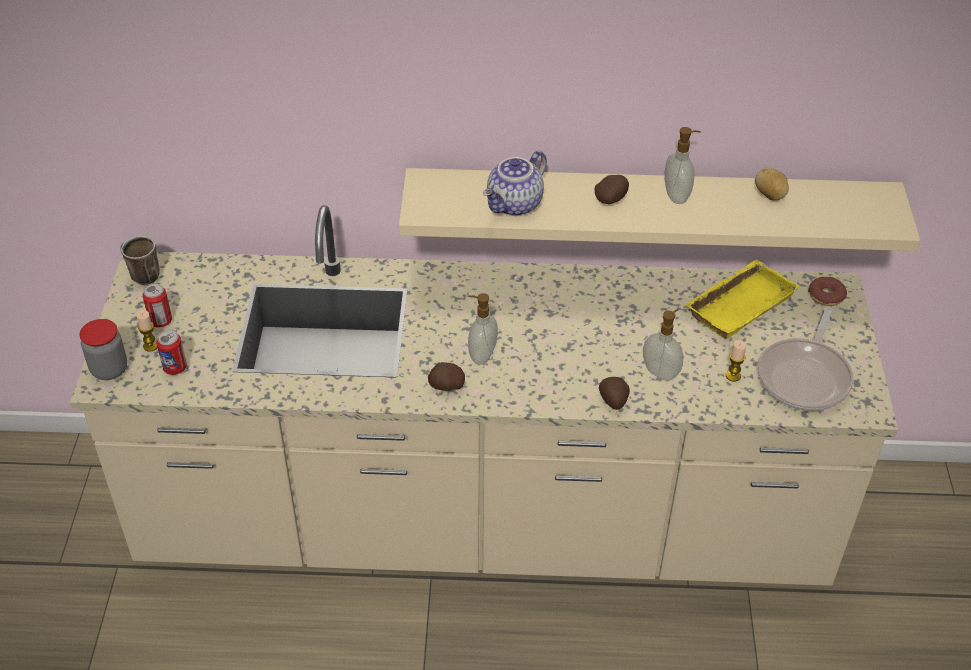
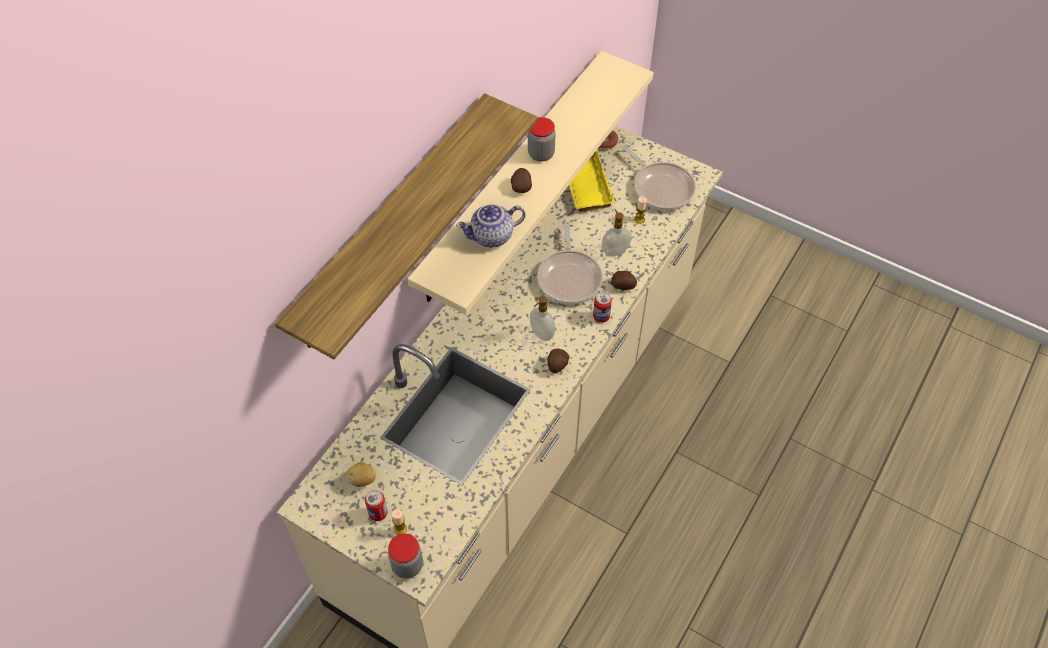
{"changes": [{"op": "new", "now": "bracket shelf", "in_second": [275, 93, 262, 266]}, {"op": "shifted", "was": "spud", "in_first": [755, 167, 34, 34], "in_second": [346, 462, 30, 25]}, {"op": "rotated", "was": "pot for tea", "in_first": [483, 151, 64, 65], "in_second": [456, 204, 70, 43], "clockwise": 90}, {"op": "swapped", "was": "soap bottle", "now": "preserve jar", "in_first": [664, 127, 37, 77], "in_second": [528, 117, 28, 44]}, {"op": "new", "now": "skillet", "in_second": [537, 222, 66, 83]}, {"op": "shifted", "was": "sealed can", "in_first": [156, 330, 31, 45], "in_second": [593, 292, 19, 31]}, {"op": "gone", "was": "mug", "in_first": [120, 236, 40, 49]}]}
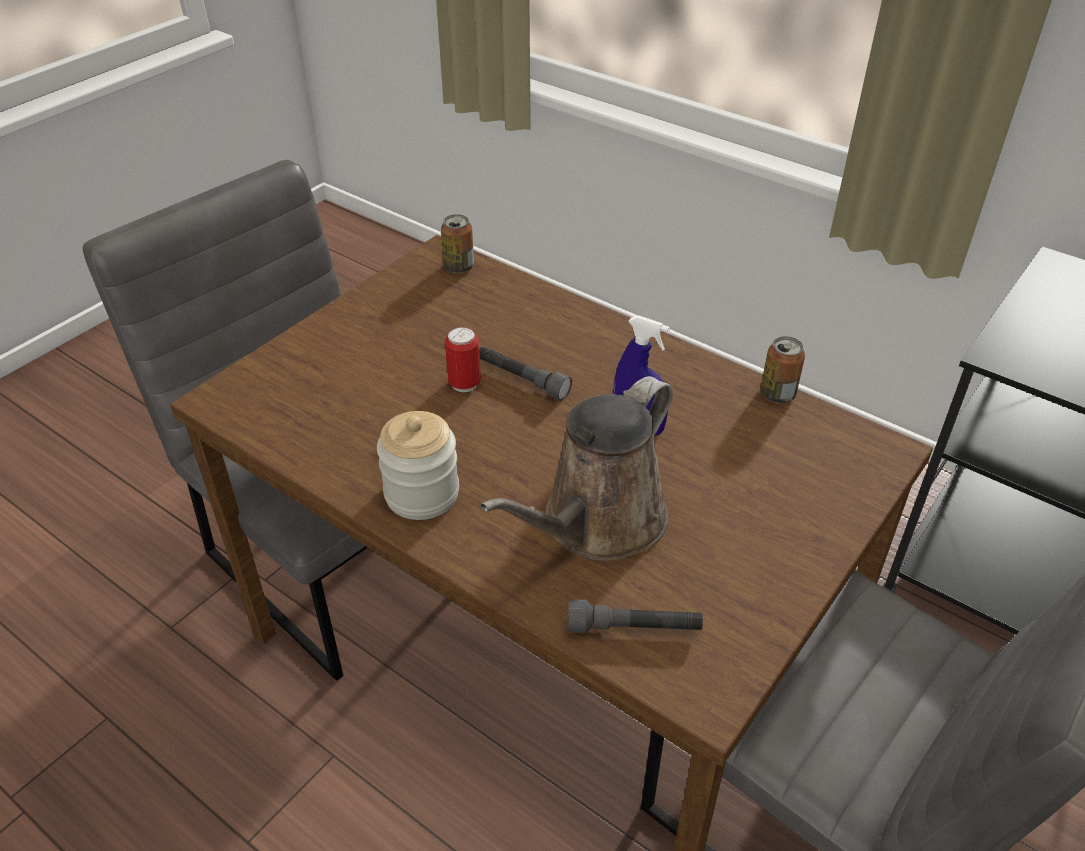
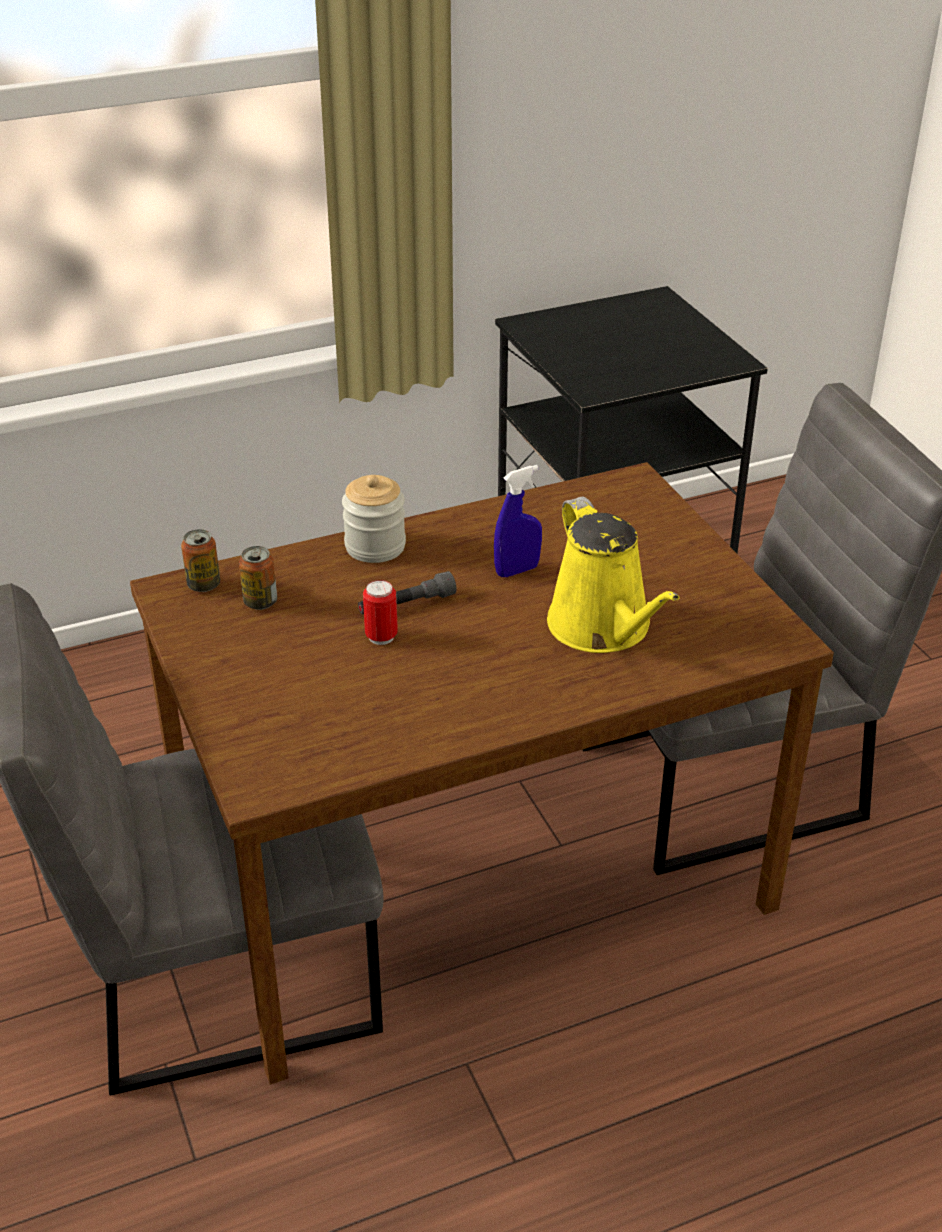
{"changes": [{"op": "shifted", "was": "sealed can", "in_first": [760, 336, 45, 67], "in_second": [239, 546, 38, 64]}, {"op": "shifted", "was": "preserve jar", "in_first": [377, 411, 82, 109], "in_second": [342, 475, 64, 88]}, {"op": "repainted", "was": "brownish sprinkling can", "now": "yellow-coloured sprinkling can", "in_first": [480, 376, 193, 185], "in_second": [547, 497, 133, 156]}, {"op": "gone", "was": "greyish flashlight", "in_first": [568, 600, 135, 33]}]}
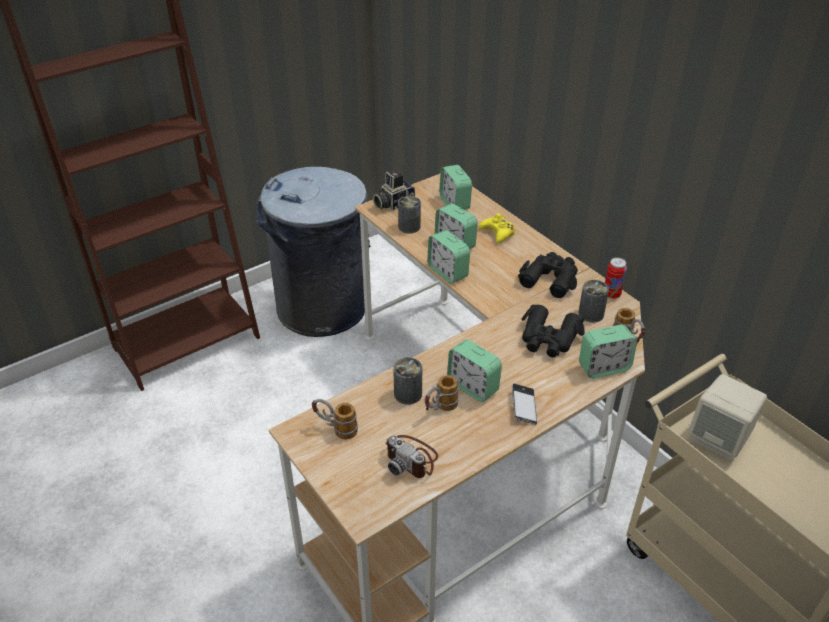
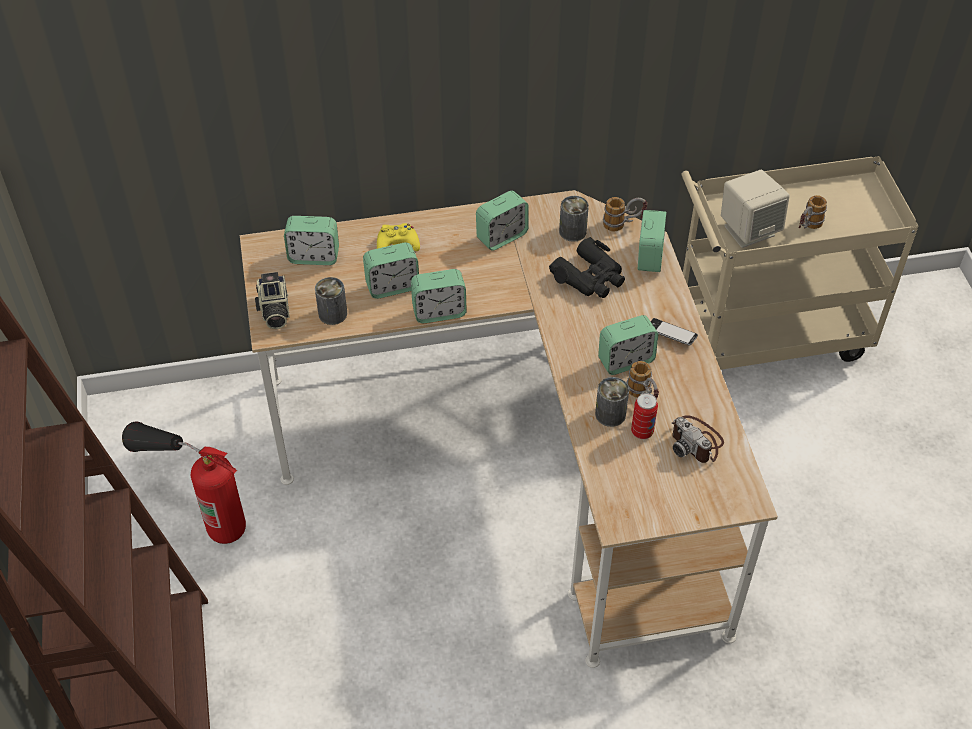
{"changes": [{"op": "swapped", "was": "greyish trash can", "now": "extinguisher", "in_first": [256, 167, 114, 170], "in_second": [122, 422, 124, 122]}, {"op": "swapped", "was": "black-coloured binoculars", "now": "bedside clock", "in_first": [518, 252, 60, 46], "in_second": [476, 191, 53, 60]}, {"op": "shifted", "was": "sealed can", "in_first": [605, 257, 22, 42], "in_second": [631, 393, 27, 46]}, {"op": "rotated", "was": "still camera", "in_first": [386, 435, 52, 43], "in_second": [671, 415, 53, 48], "clockwise": 75}, {"op": "shifted", "was": "mug", "in_first": [312, 399, 46, 41], "in_second": [798, 195, 29, 34]}]}
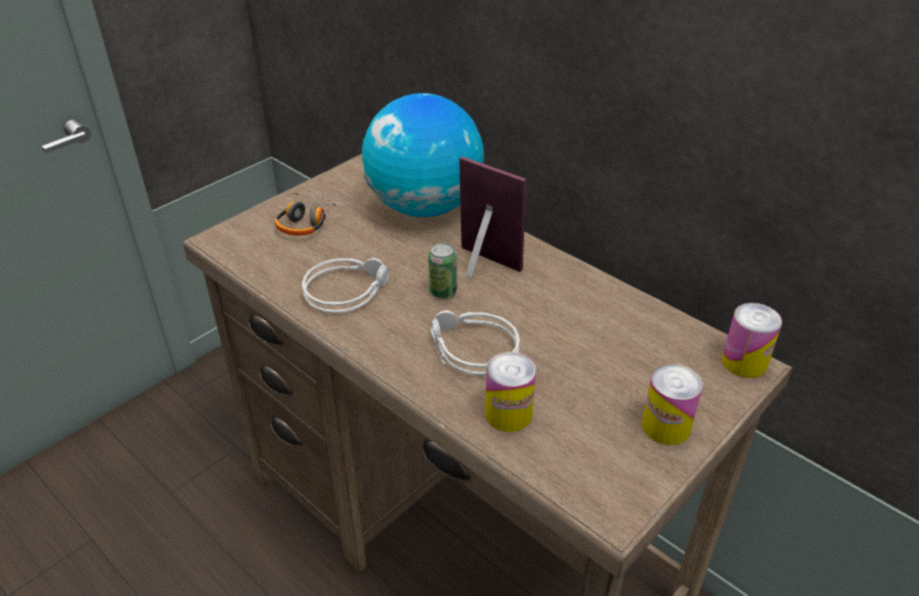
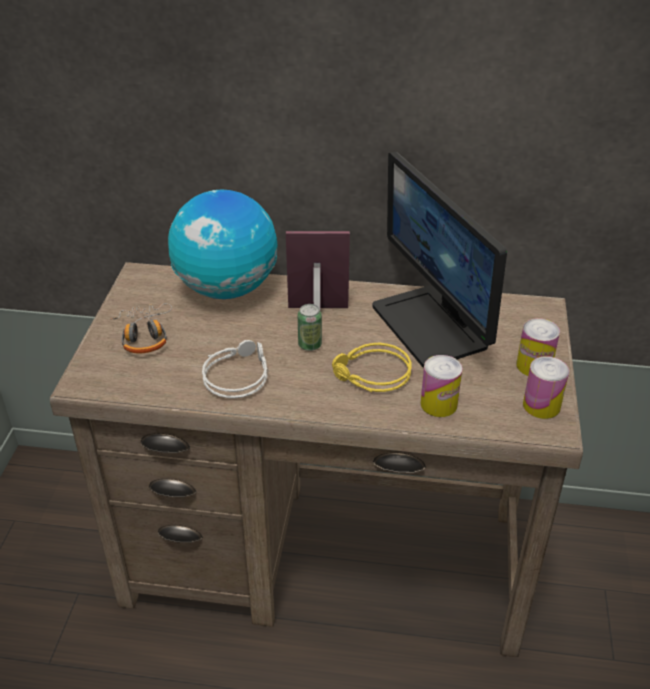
{"changes": [{"op": "repainted", "was": "greyish headset", "now": "yellow-coloured headset", "in_first": [431, 310, 89, 65], "in_second": [332, 342, 80, 50]}, {"op": "new", "now": "computer display", "in_second": [372, 151, 135, 217]}, {"op": "shifted", "was": "sealed can", "in_first": [722, 303, 60, 75], "in_second": [523, 356, 46, 63]}]}
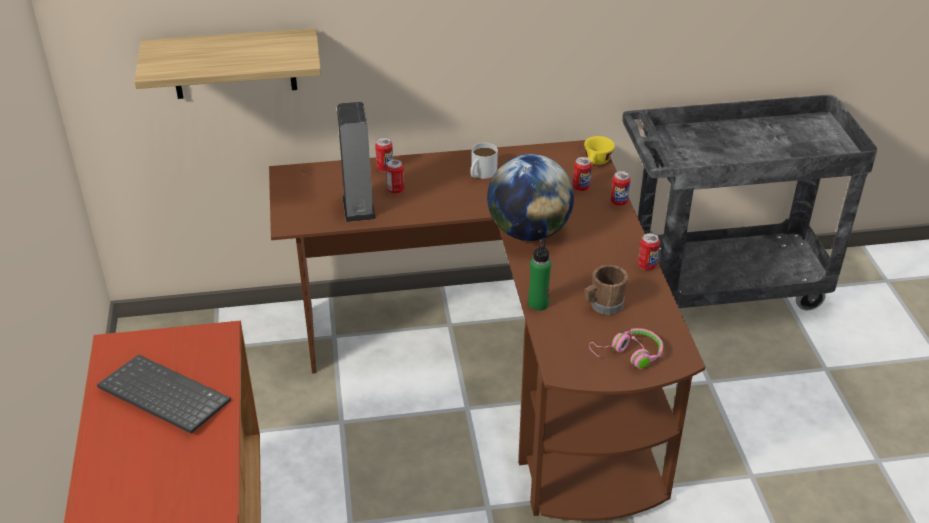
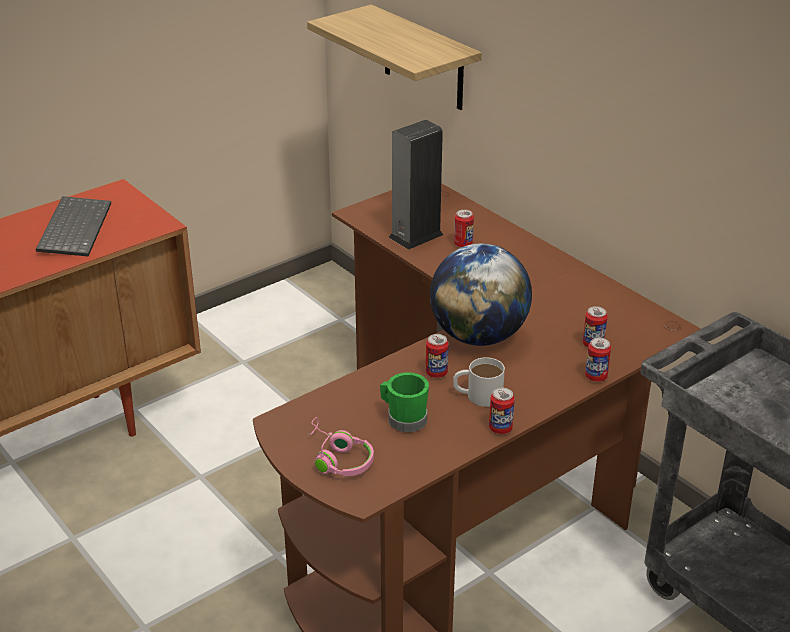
{"changes": [{"op": "repainted", "was": "brownish mug", "now": "green mug", "in_first": [585, 265, 43, 50], "in_second": [380, 373, 49, 59]}, {"op": "shifted", "was": "sealed can", "in_first": [375, 138, 18, 34], "in_second": [426, 334, 23, 44]}, {"op": "shifted", "was": "white-coloured mug", "in_first": [471, 143, 27, 36], "in_second": [453, 357, 52, 50]}, {"op": "gone", "was": "green beverage bottle", "in_first": [528, 238, 23, 73]}, {"op": "gone", "was": "yellow-coloured cup", "in_first": [584, 136, 31, 29]}]}
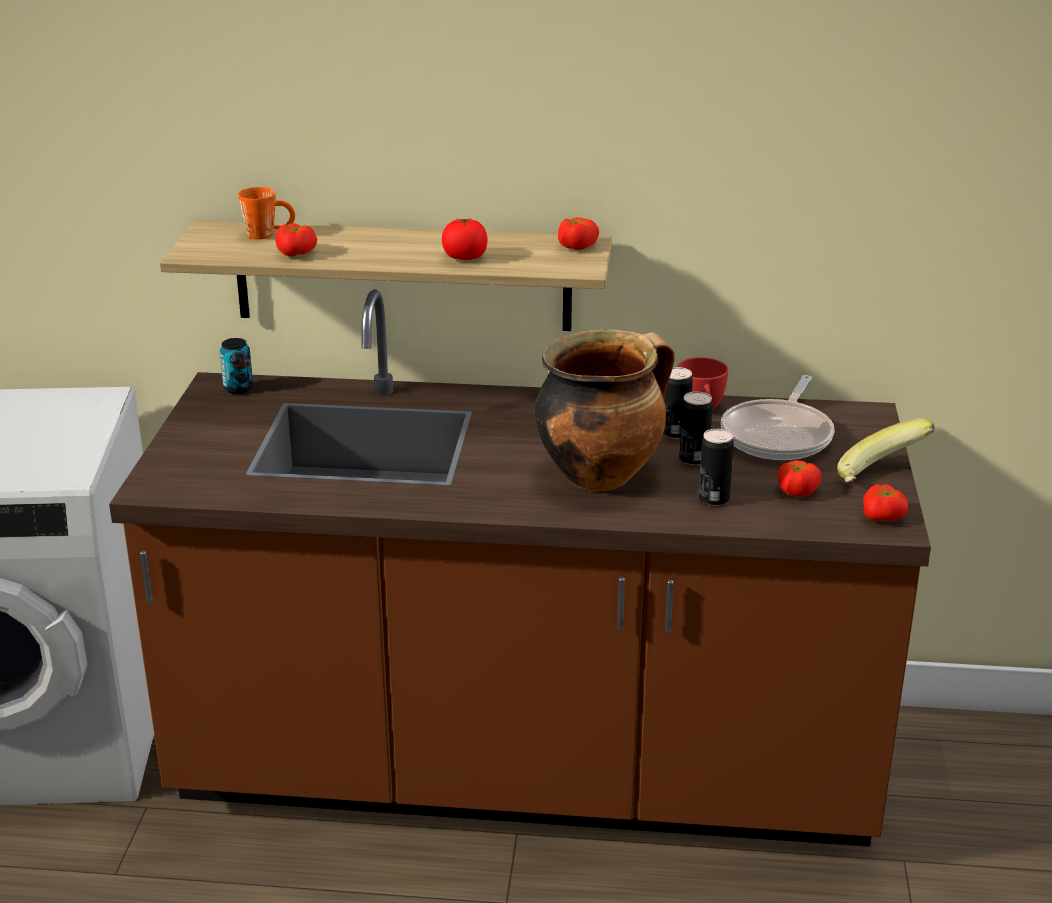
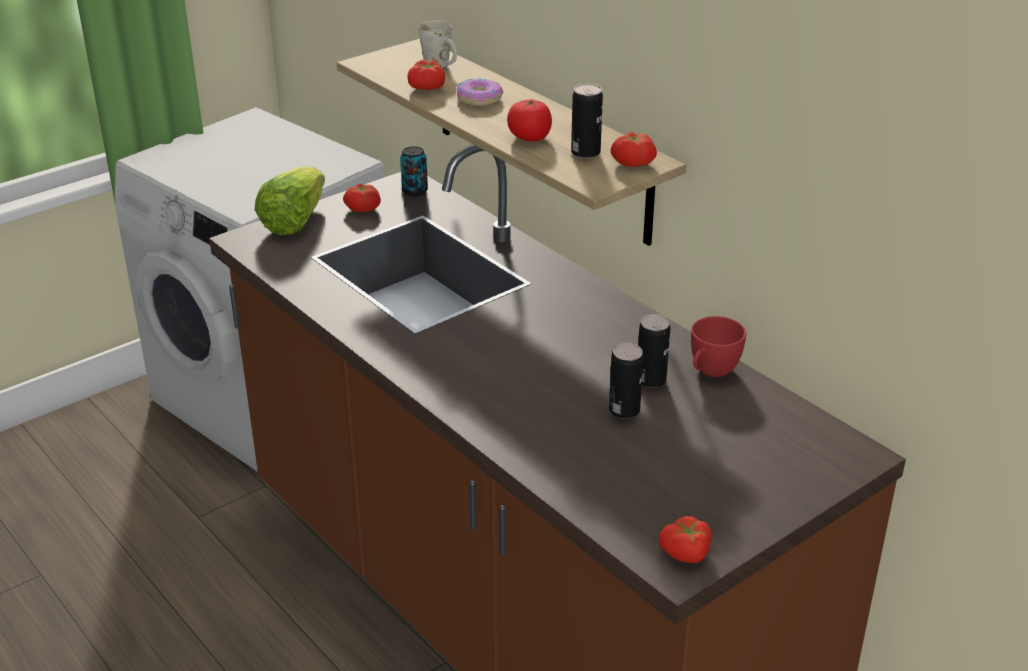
{"changes": [{"op": "new", "now": "lettuce head", "in_second": [255, 166, 70, 69]}, {"op": "shifted", "was": "whole tomato", "in_first": [778, 460, 43, 37], "in_second": [343, 183, 38, 29]}, {"op": "repainted", "was": "orange-coloured mug", "now": "white-coloured mug", "in_first": [238, 187, 57, 52], "in_second": [418, 20, 39, 48]}, {"op": "new", "now": "donut", "in_second": [456, 78, 47, 28]}, {"op": "shifted", "was": "sealed can", "in_first": [699, 429, 35, 77], "in_second": [571, 83, 32, 75]}, {"op": "gone", "was": "saucepot", "in_first": [535, 329, 140, 162]}, {"op": "gone", "was": "skillet", "in_first": [721, 375, 113, 85]}, {"op": "gone", "was": "banana fruit", "in_first": [837, 418, 98, 64]}]}
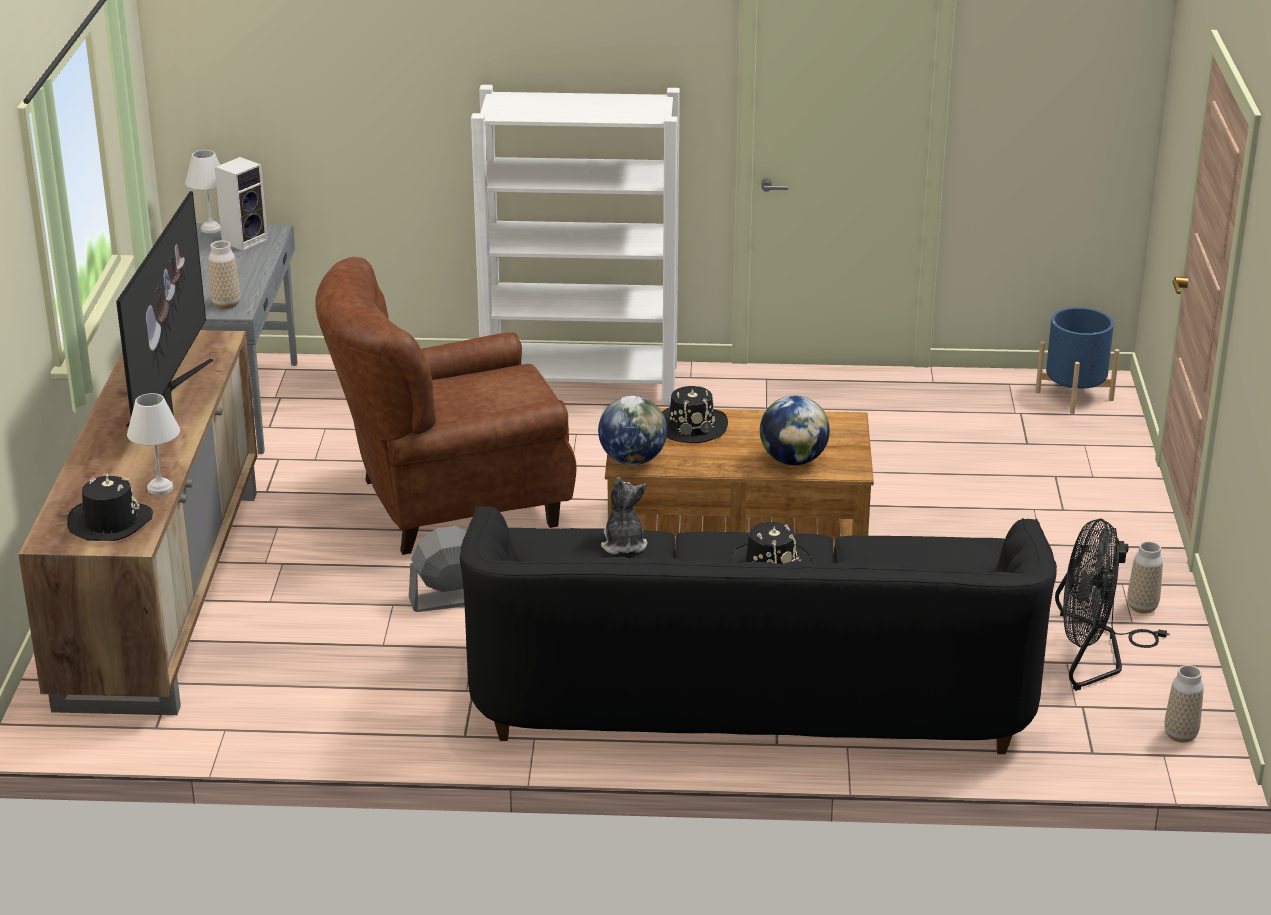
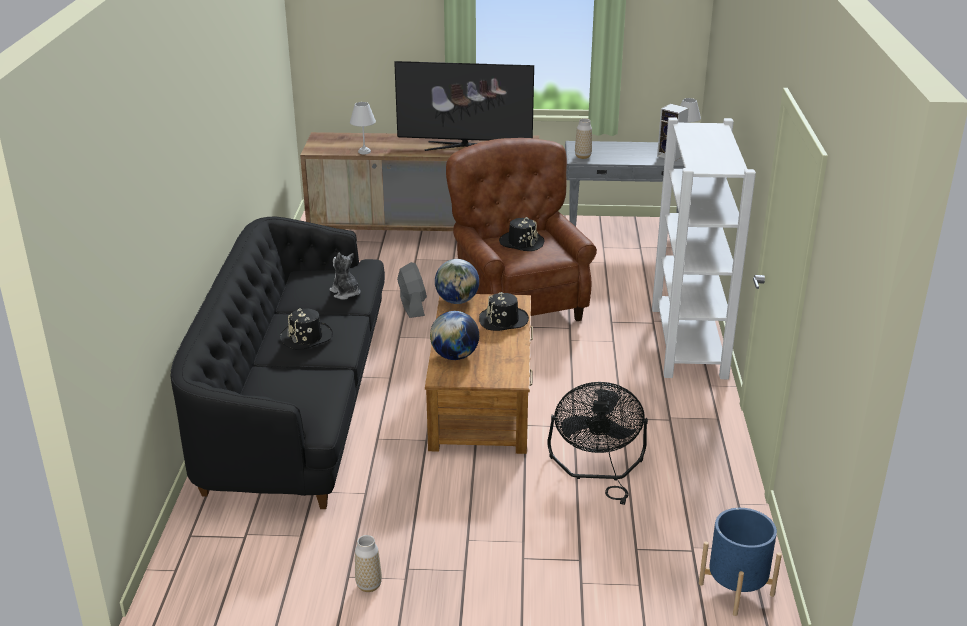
{"changes": [{"op": "rotated", "was": "cuddly toy", "in_first": [601, 477, 46, 77], "in_second": [329, 253, 31, 47], "clockwise": -120}, {"op": "shifted", "was": "black-coloured clothing hat", "in_first": [67, 474, 86, 67], "in_second": [499, 217, 45, 34]}, {"op": "shifted", "was": "black-coloured electric fan", "in_first": [1055, 519, 115, 172], "in_second": [547, 382, 101, 123]}, {"op": "gone", "was": "decorative vase", "in_first": [1164, 665, 40, 78]}]}
